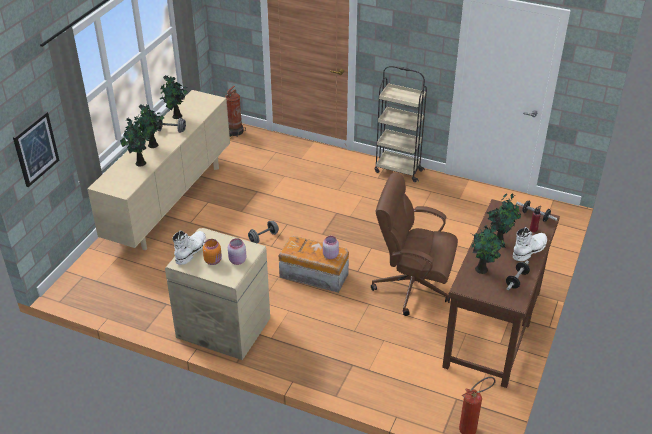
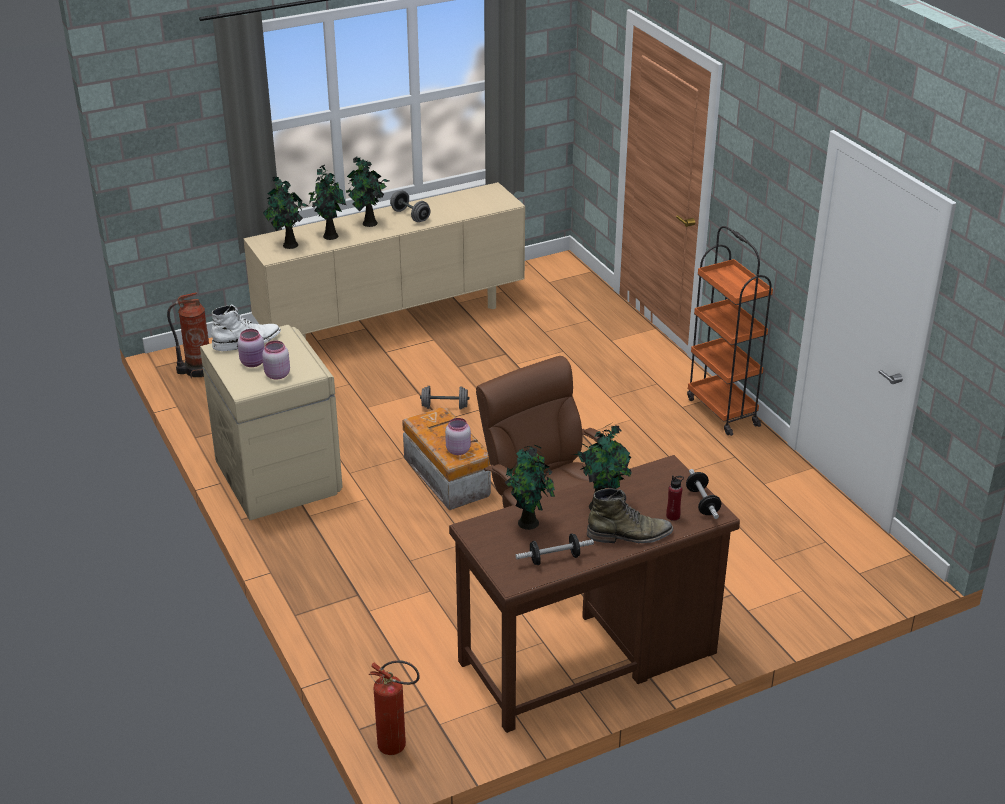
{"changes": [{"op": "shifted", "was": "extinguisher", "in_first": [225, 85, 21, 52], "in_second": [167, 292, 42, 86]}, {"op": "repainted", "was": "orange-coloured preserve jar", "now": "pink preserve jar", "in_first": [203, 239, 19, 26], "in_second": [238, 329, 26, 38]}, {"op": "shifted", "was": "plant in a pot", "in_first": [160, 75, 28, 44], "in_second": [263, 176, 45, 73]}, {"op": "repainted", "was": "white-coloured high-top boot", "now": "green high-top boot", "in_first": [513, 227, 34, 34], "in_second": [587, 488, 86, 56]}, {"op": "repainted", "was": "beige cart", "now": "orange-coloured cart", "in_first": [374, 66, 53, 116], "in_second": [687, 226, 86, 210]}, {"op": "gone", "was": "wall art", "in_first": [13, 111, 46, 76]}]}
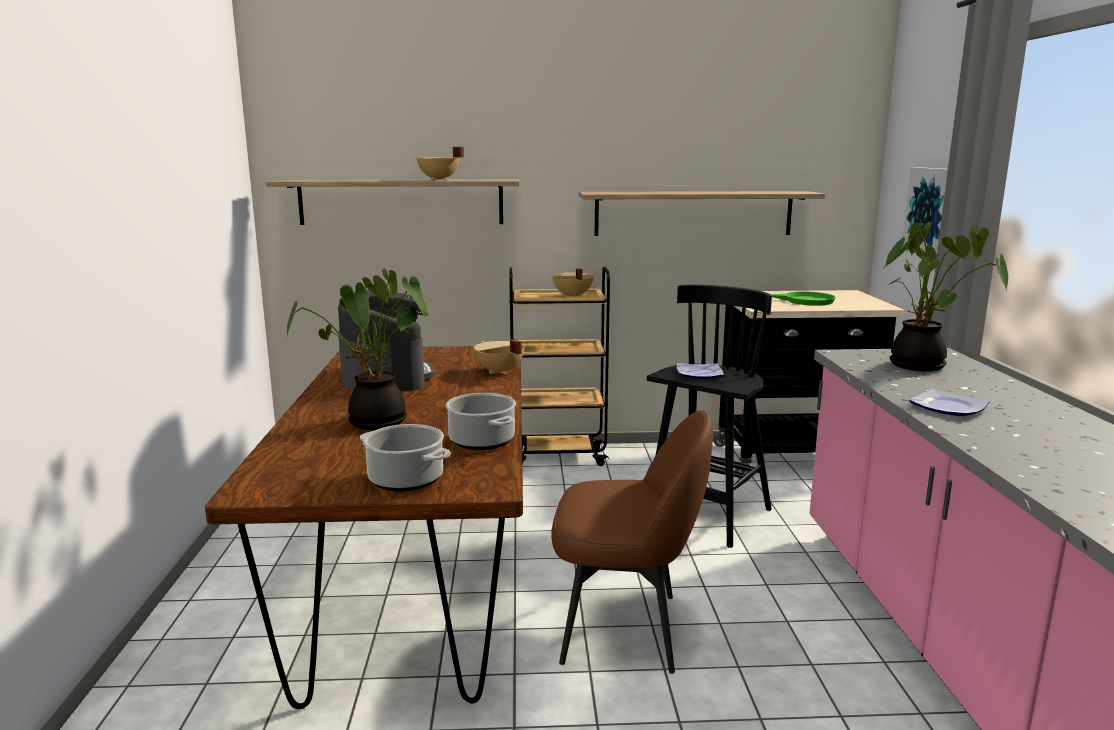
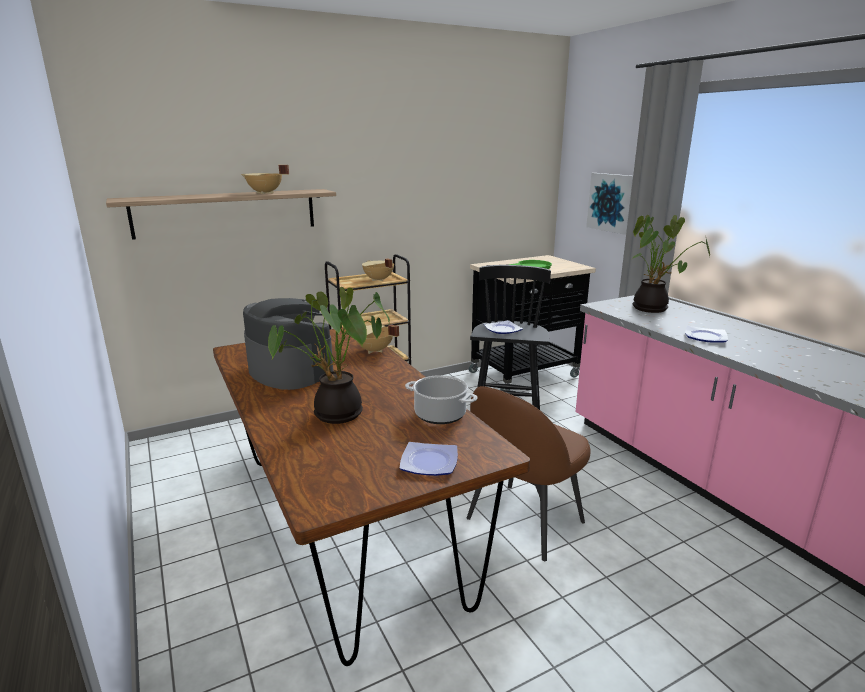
{"changes": [{"op": "swapped", "was": "saucepot", "now": "flat dish", "in_first": [360, 424, 91, 67], "in_second": [399, 442, 59, 34]}, {"op": "rotated", "was": "brownish chair", "in_first": [551, 411, 162, 263], "in_second": [467, 386, 124, 175], "clockwise": 150}, {"op": "gone", "was": "bracket shelf", "in_first": [579, 191, 246, 45]}]}
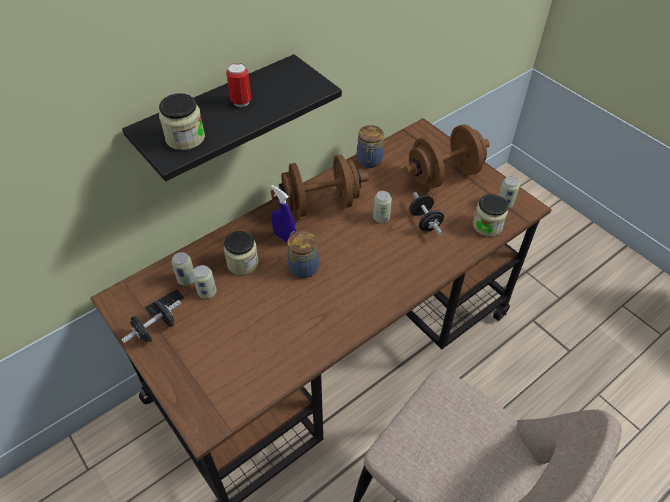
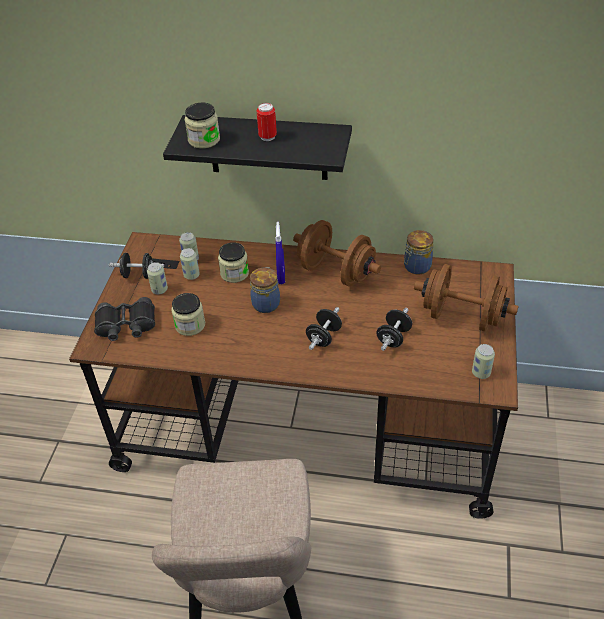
{"changes": [{"op": "new", "now": "black-coloured binoculars", "in_second": [94, 297, 61, 44]}, {"op": "shifted", "was": "sealed can", "in_first": [373, 191, 19, 32], "in_second": [147, 262, 21, 32]}, {"op": "shifted", "was": "preserve jar", "in_first": [473, 194, 35, 42], "in_second": [171, 293, 34, 43]}, {"op": "new", "now": "black-coloured hand weight", "in_second": [306, 307, 36, 43]}]}
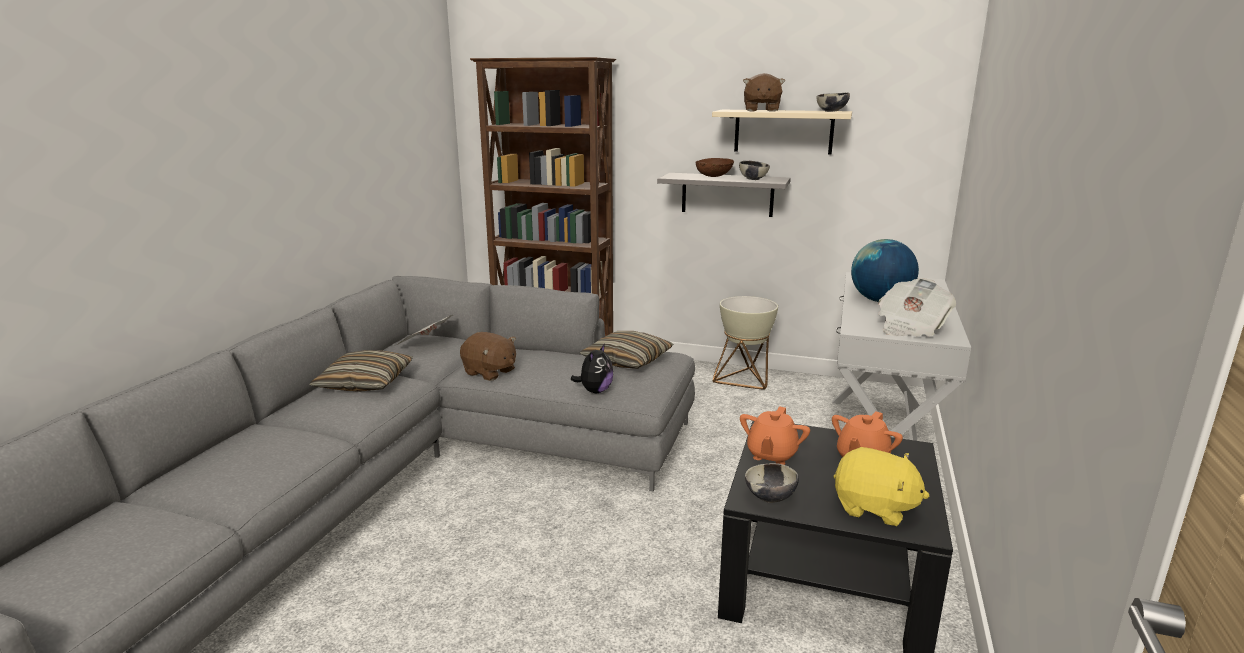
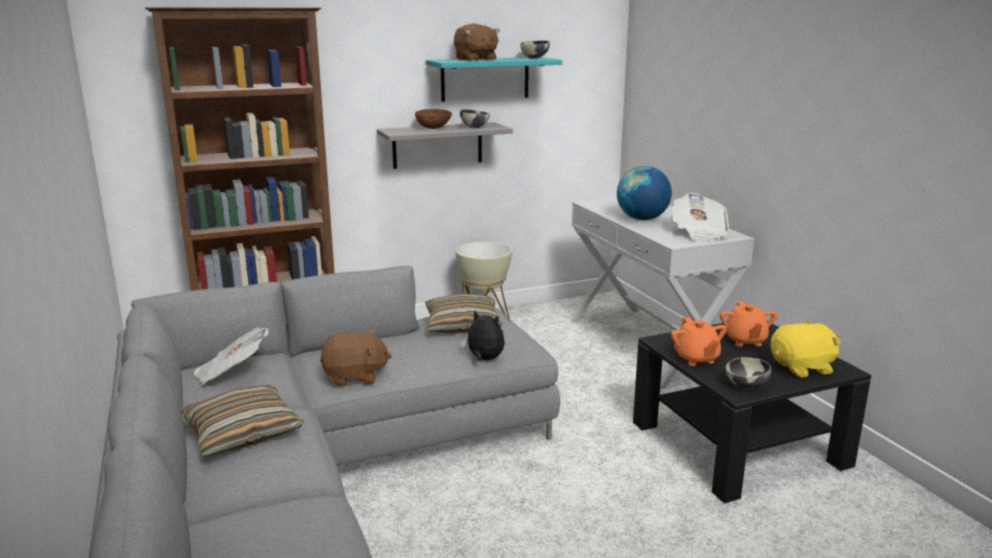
{"changes": [{"op": "repainted", "was": "beige bracket shelf", "now": "blue-green bracket shelf", "in_first": [712, 110, 140, 45], "in_second": [426, 57, 136, 45]}, {"op": "rotated", "was": "cuddly toy", "in_first": [571, 344, 42, 49], "in_second": [461, 310, 44, 50], "clockwise": -45}]}
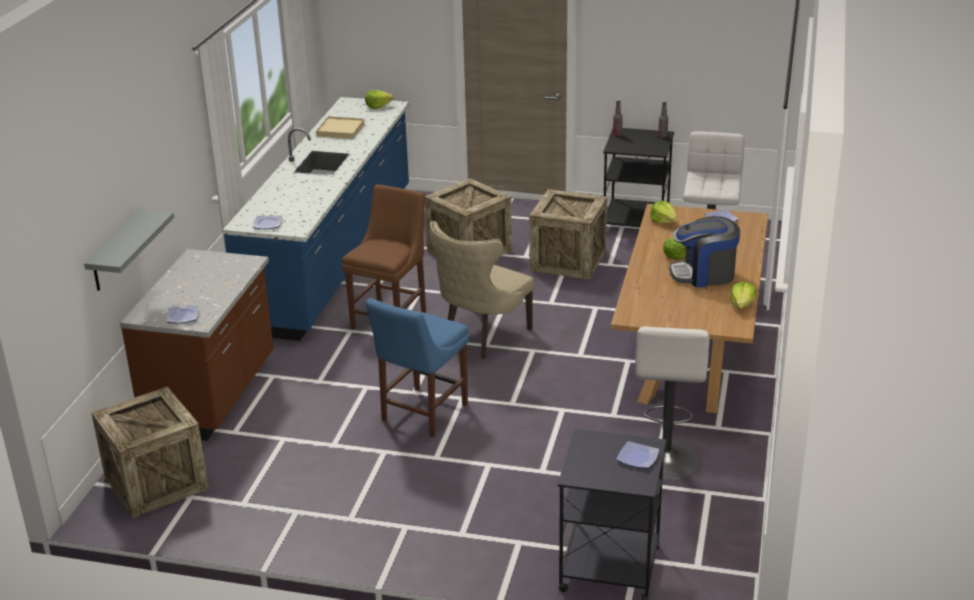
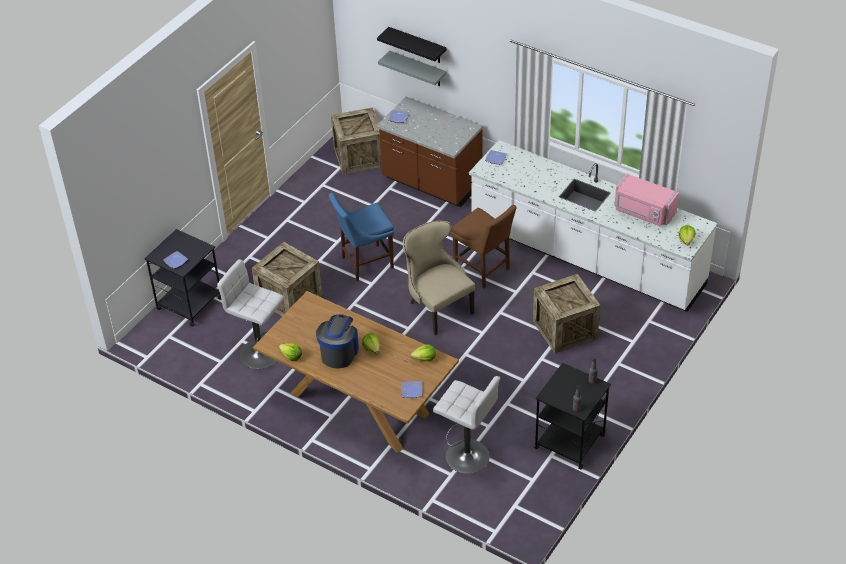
{"changes": [{"op": "shifted", "was": "crate", "in_first": [529, 189, 78, 91], "in_second": [252, 242, 70, 74]}, {"op": "rotated", "was": "bluish chair", "in_first": [366, 298, 103, 139], "in_second": [329, 193, 65, 88], "clockwise": -75}, {"op": "new", "now": "black-coloured bracket shelf", "in_second": [377, 27, 70, 36]}, {"op": "repainted", "was": "bluish kitchen base unit", "now": "white-coloured kitchen base unit", "in_first": [223, 97, 186, 244], "in_second": [469, 140, 249, 172]}, {"op": "swapped", "was": "beige tray", "now": "pink microwave oven", "in_first": [316, 116, 49, 23], "in_second": [614, 173, 65, 54]}]}
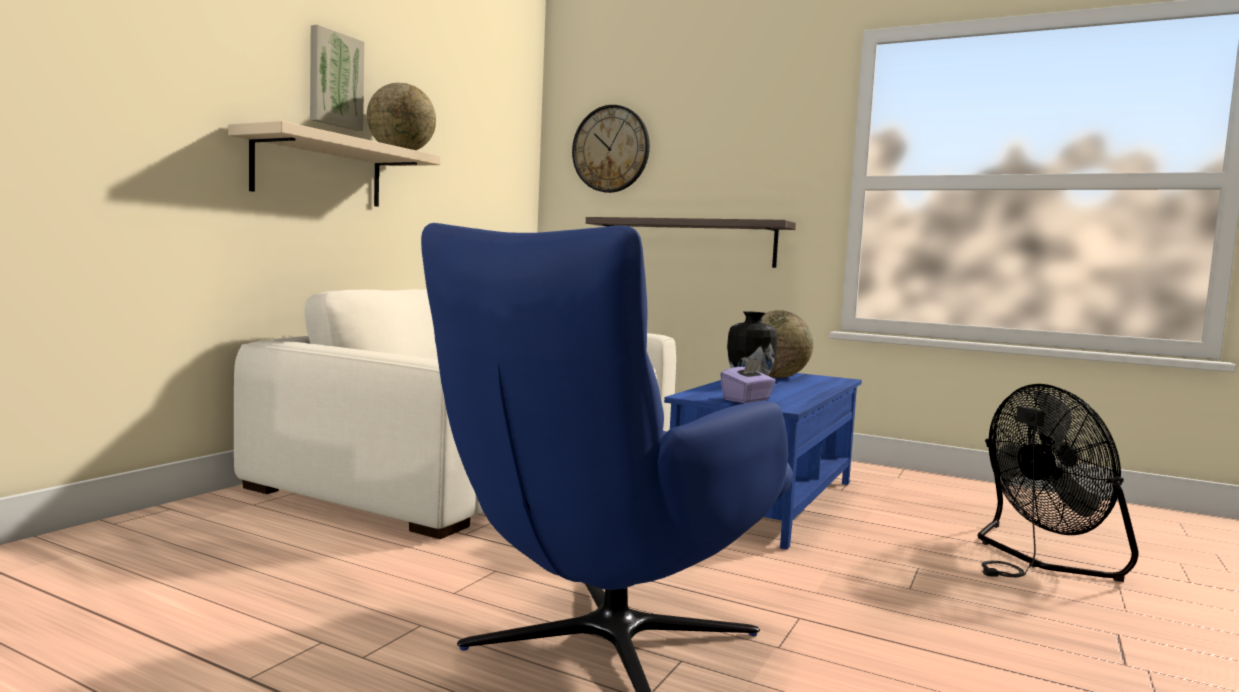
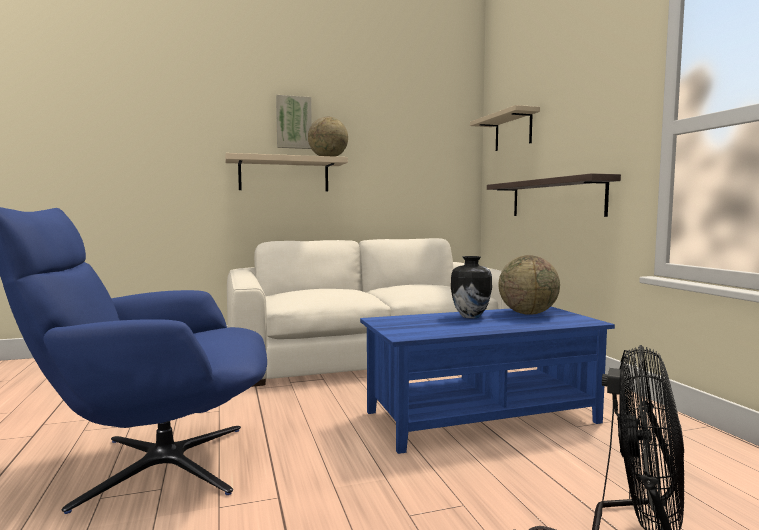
{"changes": [{"op": "swapped", "was": "clock on the wall", "now": "beige bracket shelf", "in_first": [572, 105, 78, 88], "in_second": [470, 105, 70, 46]}, {"op": "gone", "was": "purplish tissue box", "in_first": [720, 360, 56, 43]}]}
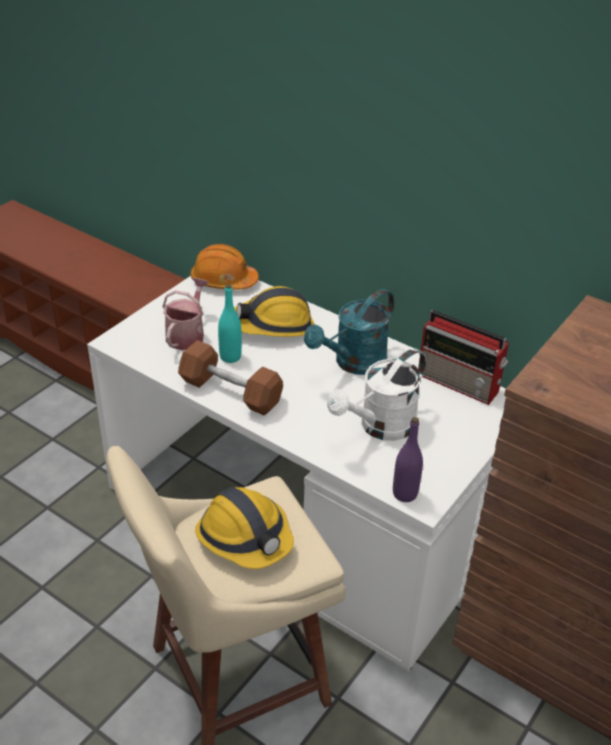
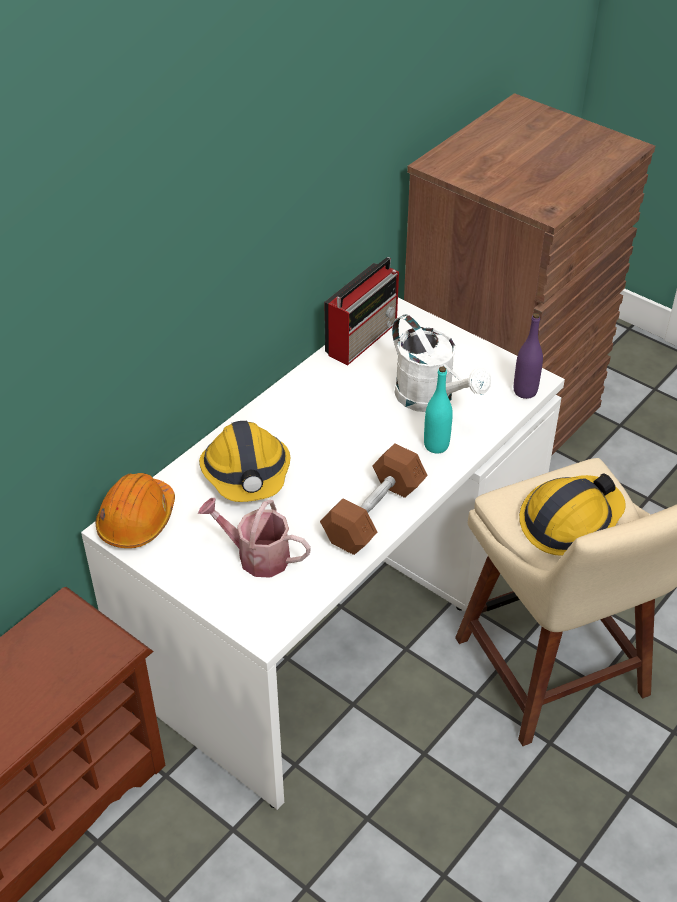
{"changes": [{"op": "shifted", "was": "blue-green beverage bottle", "in_first": [218, 284, 24, 79], "in_second": [424, 366, 29, 87]}, {"op": "gone", "was": "blue-green sprinkling can", "in_first": [304, 289, 90, 86]}]}
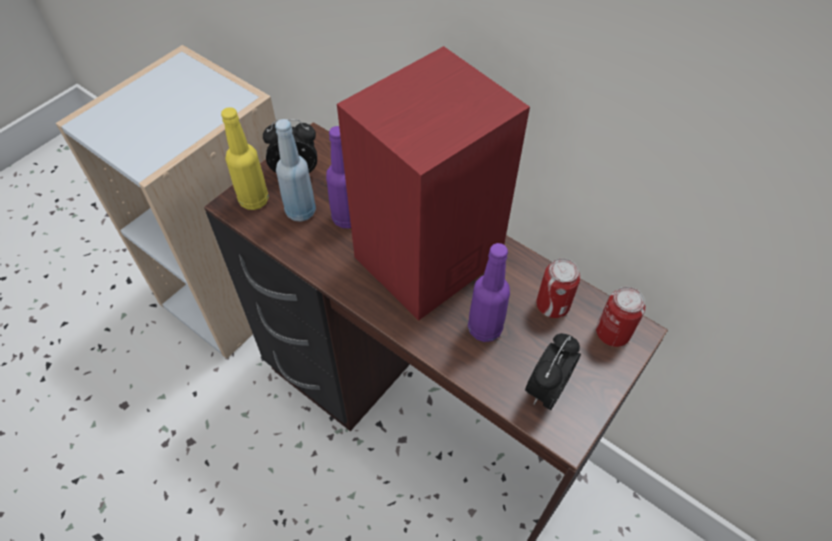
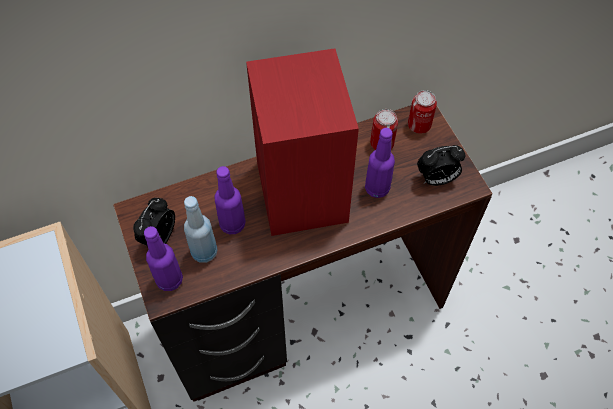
{"changes": [{"op": "repainted", "was": "yellow-coloured beverage bottle", "now": "purplish beverage bottle", "in_first": [221, 107, 48, 103], "in_second": [144, 226, 39, 65]}, {"op": "rotated", "was": "bedside clock", "in_first": [525, 333, 56, 77], "in_second": [417, 145, 48, 41], "clockwise": -75}]}
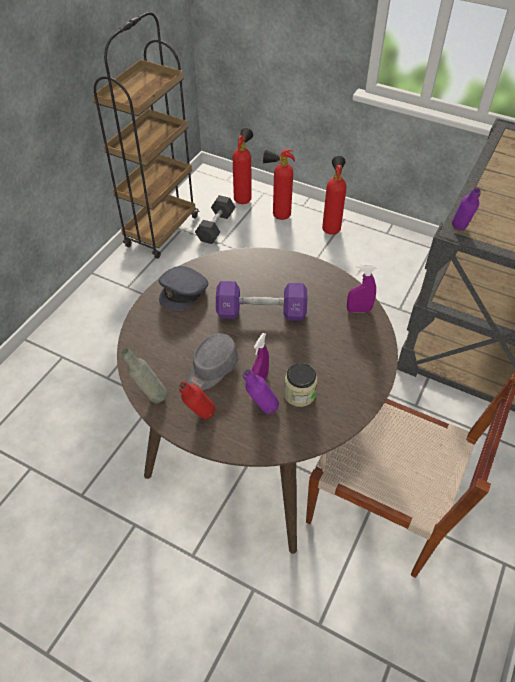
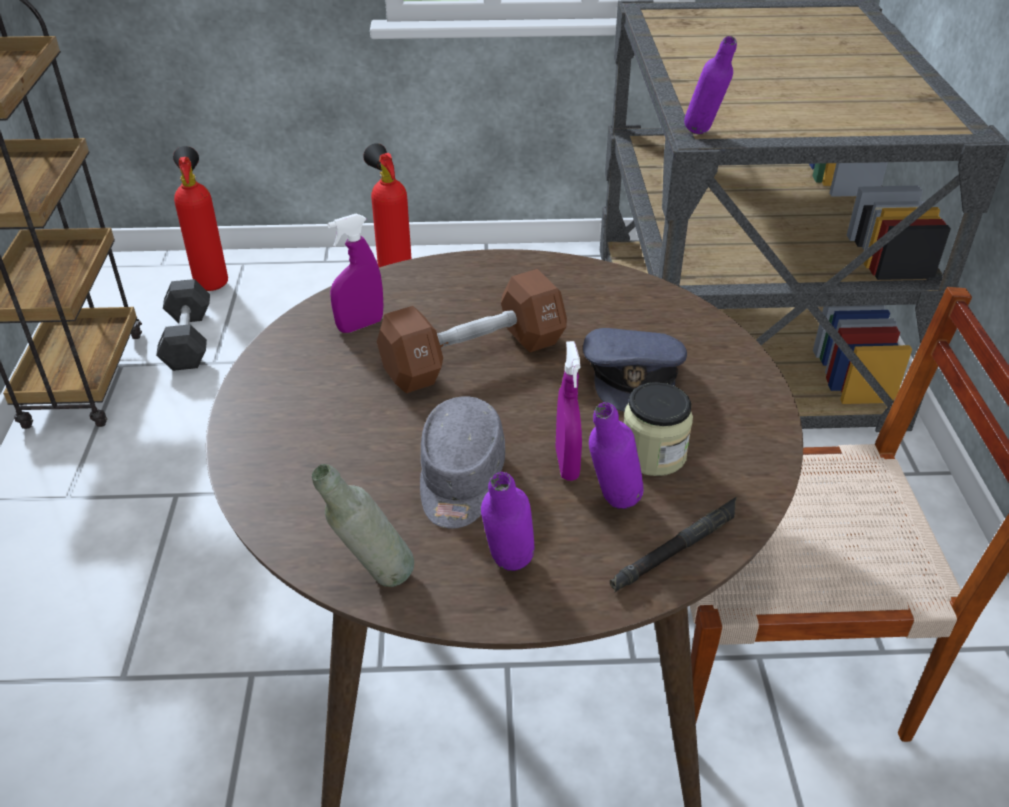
{"changes": [{"op": "shifted", "was": "purplish spray bottle", "in_first": [347, 264, 29, 49], "in_second": [327, 214, 56, 119]}, {"op": "repainted", "was": "purplish hand weight", "now": "brownish hand weight", "in_first": [216, 281, 91, 40], "in_second": [377, 269, 190, 124]}, {"op": "repainted", "was": "reddish beverage bottle", "now": "purplish beverage bottle", "in_first": [179, 382, 36, 37], "in_second": [481, 472, 53, 99]}, {"op": "shifted", "was": "greyish cap", "in_first": [159, 266, 49, 45], "in_second": [583, 328, 104, 84]}, {"op": "new", "now": "black-coloured flashlight", "in_second": [610, 497, 127, 95]}, {"op": "gone", "was": "extinguisher", "in_first": [263, 149, 32, 71]}]}
